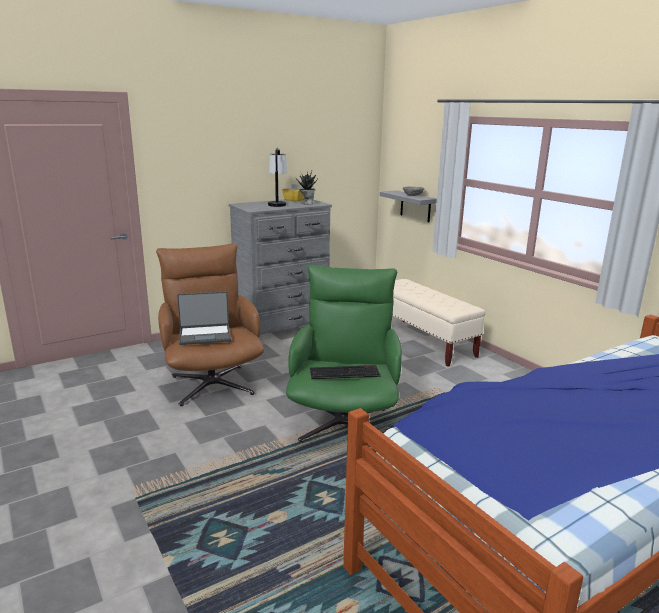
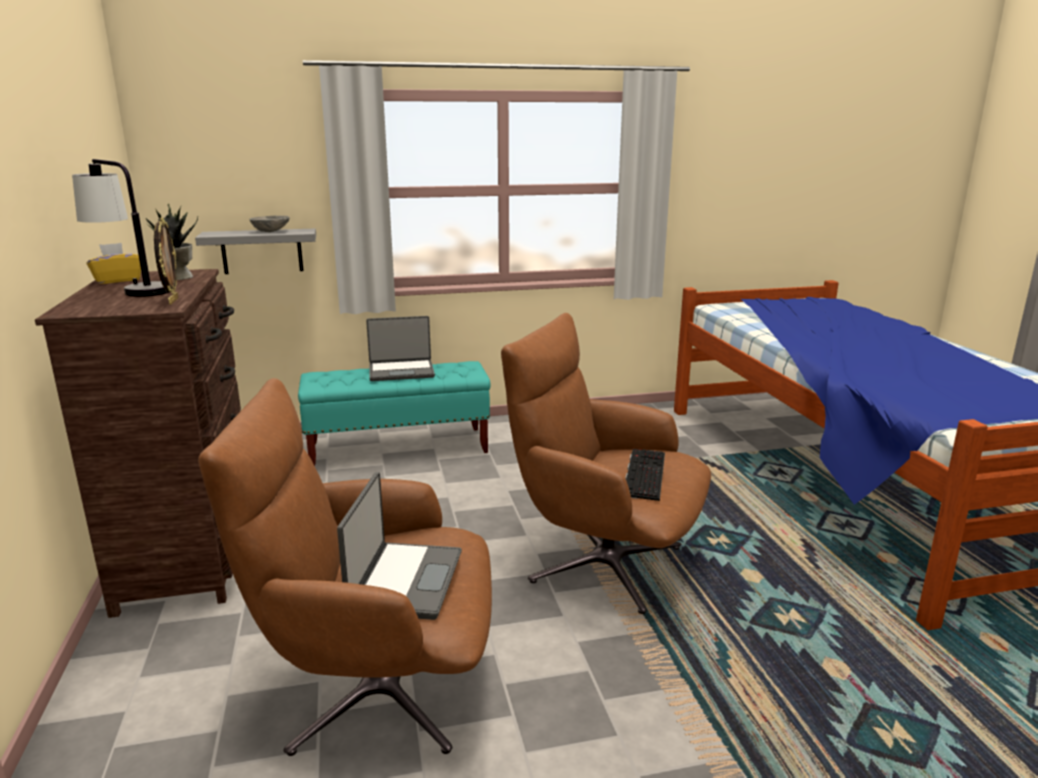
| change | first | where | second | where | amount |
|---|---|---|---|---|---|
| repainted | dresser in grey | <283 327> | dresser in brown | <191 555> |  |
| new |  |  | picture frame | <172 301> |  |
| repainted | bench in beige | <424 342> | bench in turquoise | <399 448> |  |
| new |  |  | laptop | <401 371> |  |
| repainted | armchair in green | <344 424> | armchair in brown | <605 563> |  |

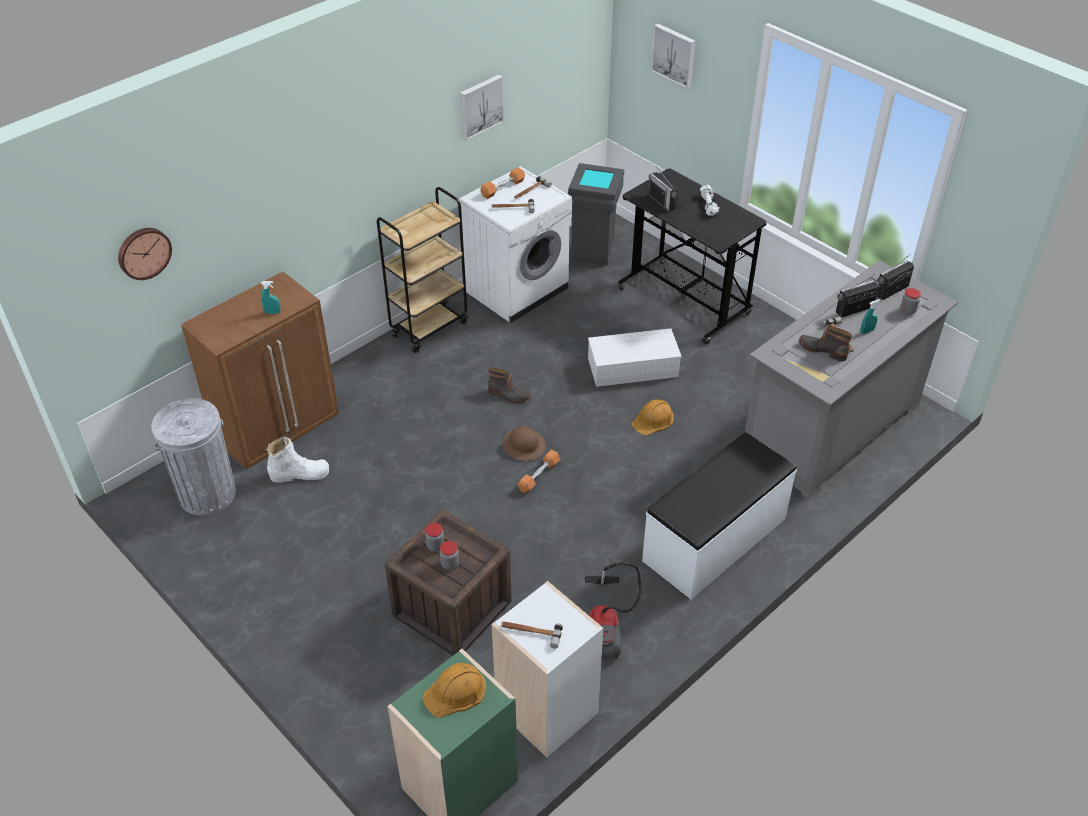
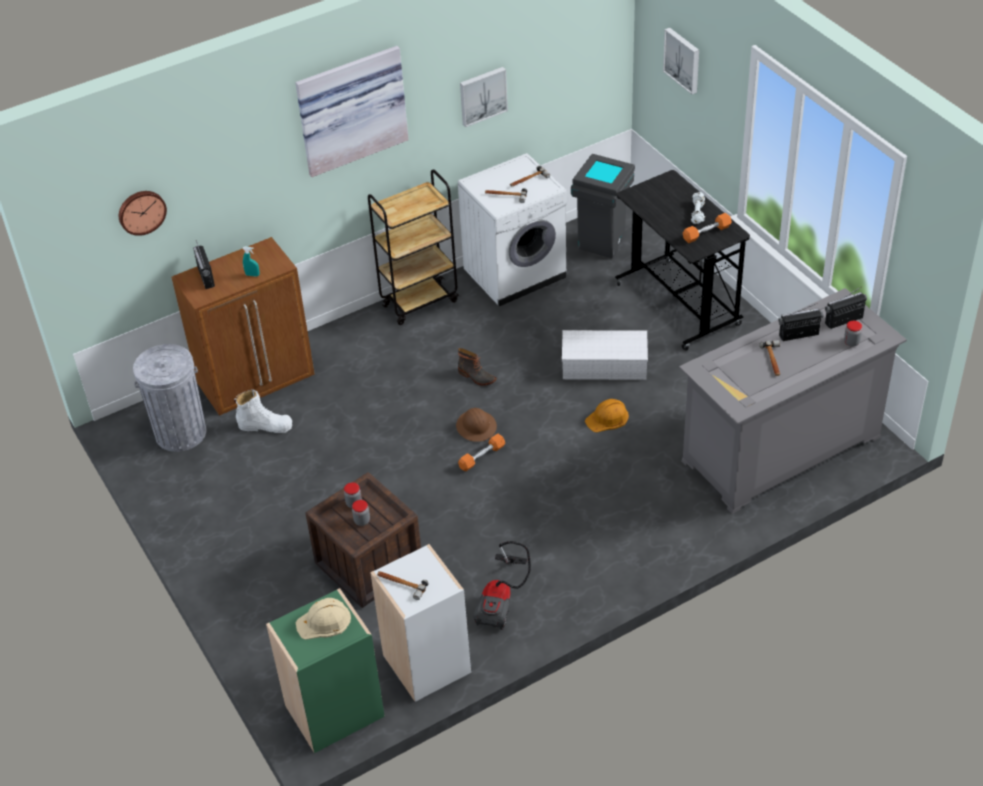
| change | first | where | second | where | amount |
|---|---|---|---|---|---|
| shifted | radio | <662 202> |  | <206 277> |  |
| new |  |  | picture | <350 108> |  |
| repainted | hard hat in orange | <456 692> | hard hat in beige | <324 621> |  |
| shifted | dumbbell in orange | <503 188> |  | <706 233> |  |
| gone | bench in white | <715 540> |  |  |  |
| gone | boot | <823 349> |  |  |  |
| gone | spray bottle in turquoise | <867 331> |  |  |  |

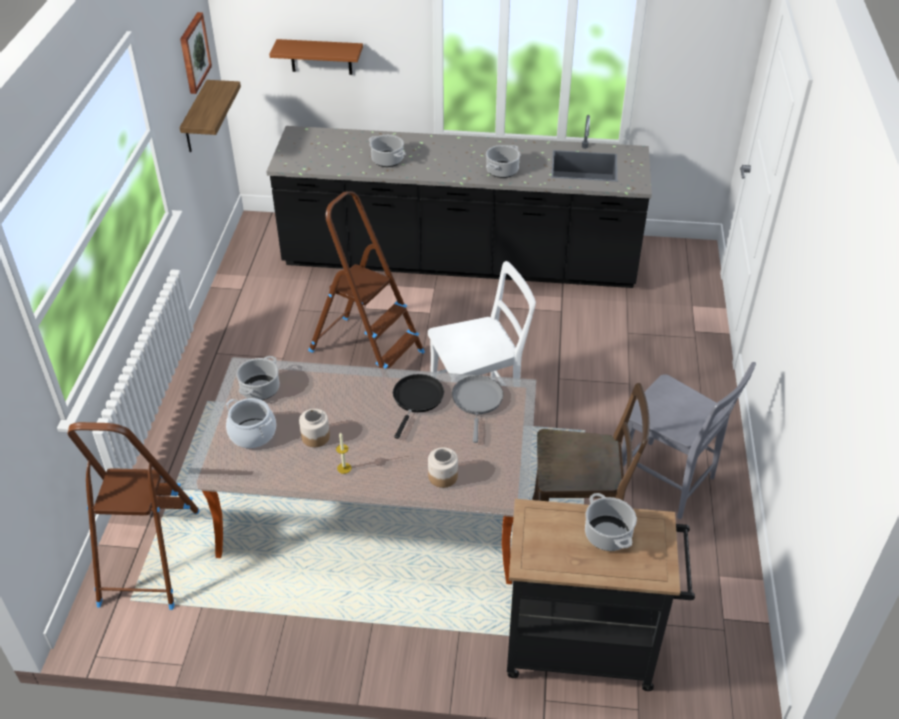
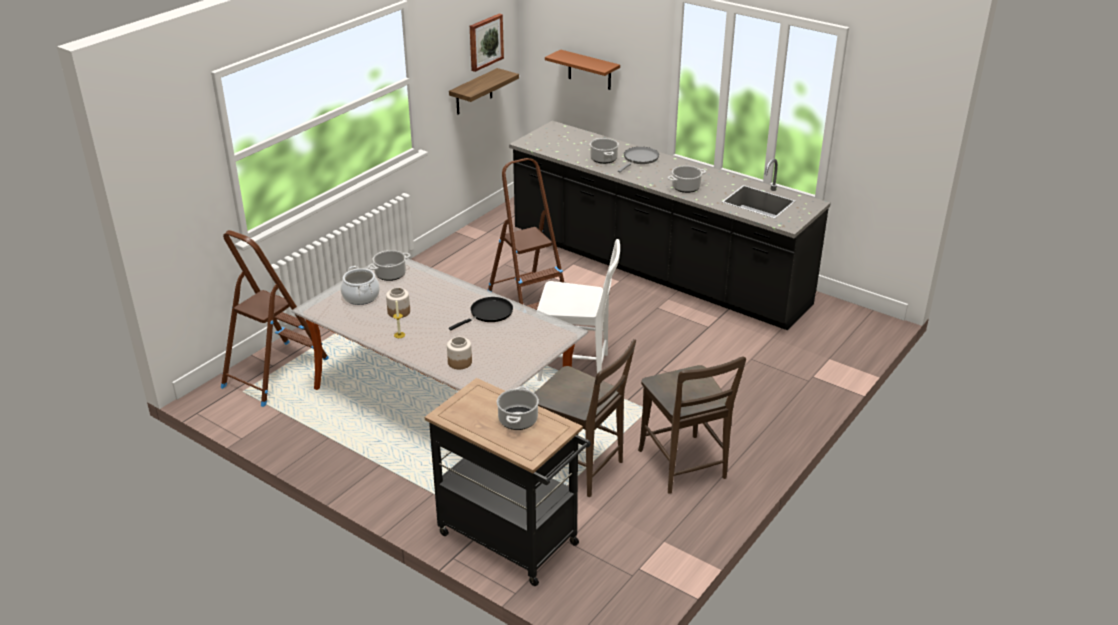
| change | first | where | second | where | amount |
|---|---|---|---|---|---|
| shifted | frying pan in grey | <477 401> |  | <639 159> |  |
| repainted | chair in grey | <669 482> | chair in brown | <684 467> |  |

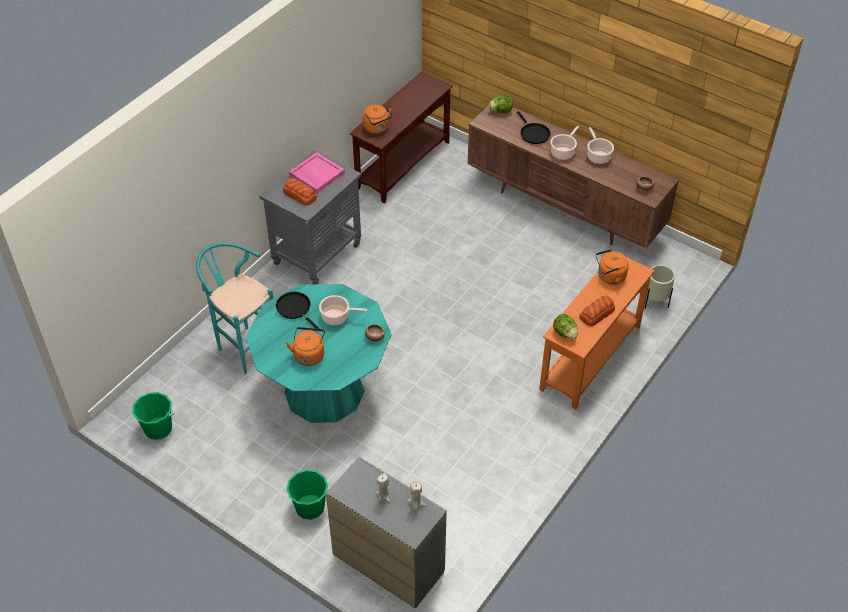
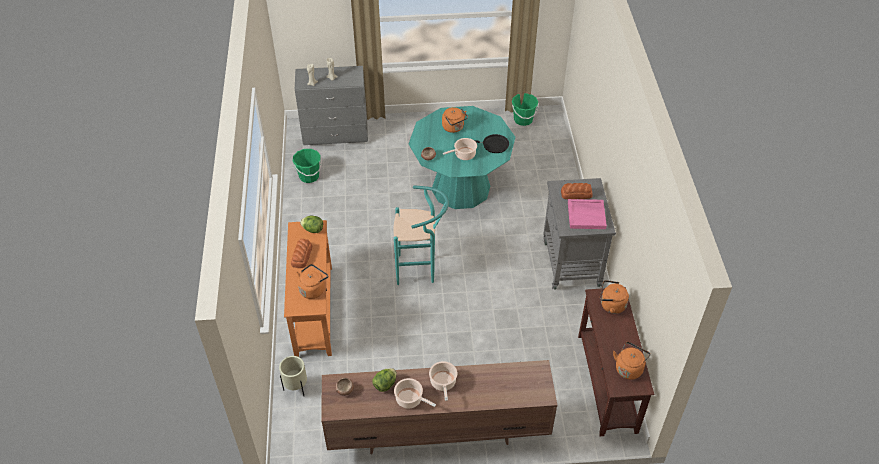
| change | first | where | second | where | amount |
|---|---|---|---|---|---|
| shifted | bucket in green | <310 507> |  | <309 176> |  |
| shifted | lettuce | <501 111> |  | <385 384> |  |
| shifted | stool in turquoise | <243 346> |  | <420 270> |  |
| new |  |  | kettle in orange | <629 368> |  |
| gone | frying pan in black | <533 133> |  |  |  |

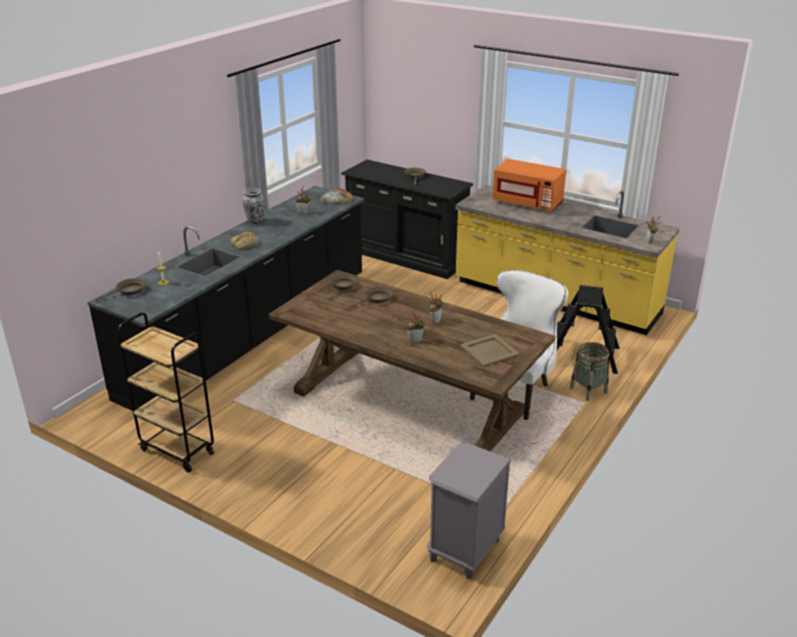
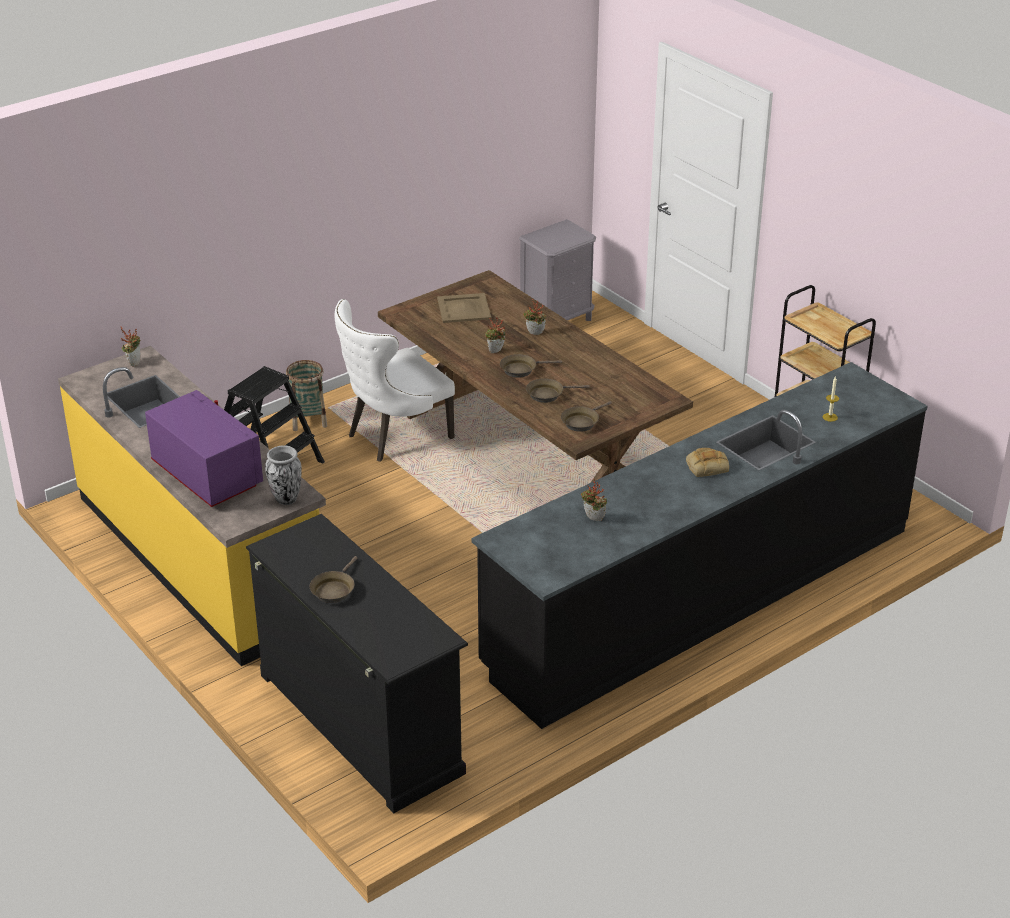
| change | first | where | second | where | amount |
|---|---|---|---|---|---|
| repainted | microwave in orange | <528 203> | microwave in purple | <206 475> |  |
| shifted | vase | <255 221> |  | <285 499> |  |
| shifted | frying pan in brown | <128 291> |  | <521 369> |  |
| gone | bread | <336 199> |  |  |  |

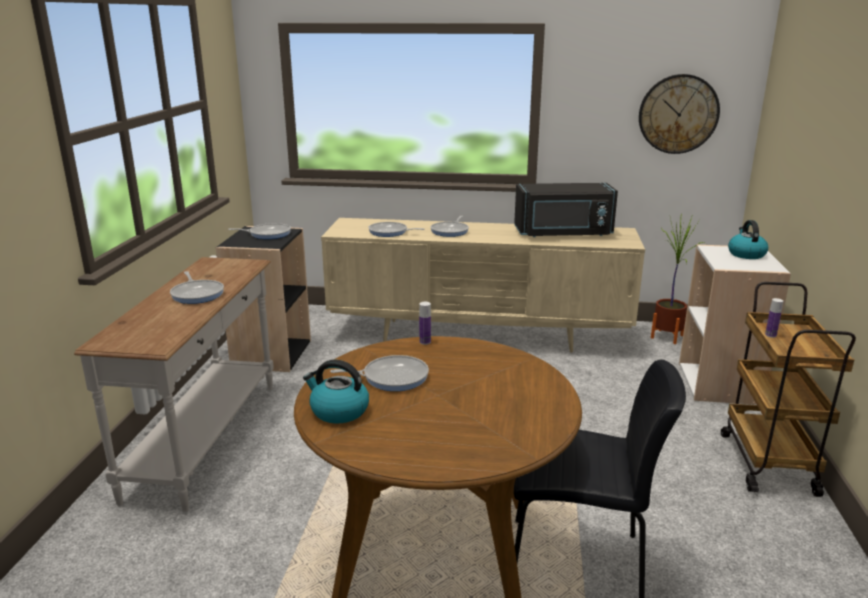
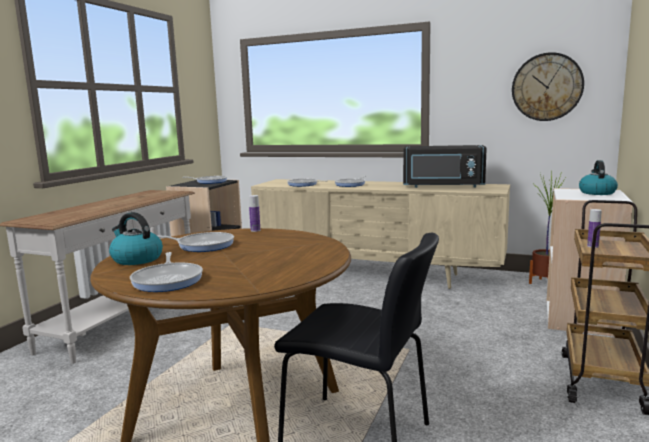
| change | first | where | second | where | amount |
|---|---|---|---|---|---|
| shifted | frying pan | <197 294> |  | <168 280> |  |

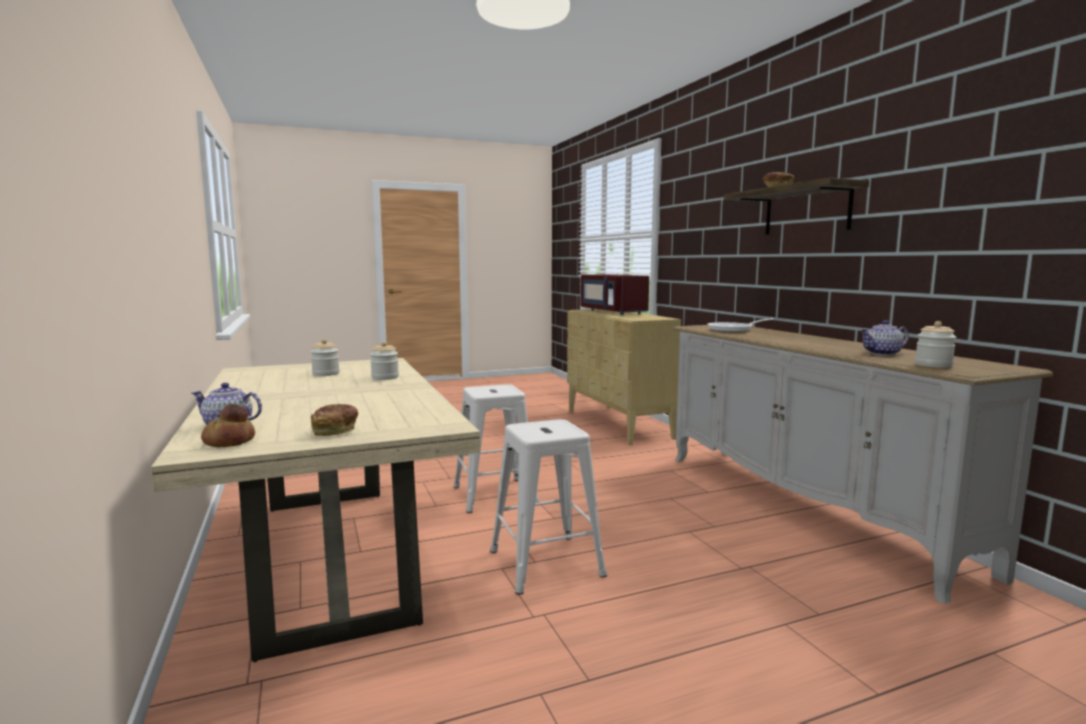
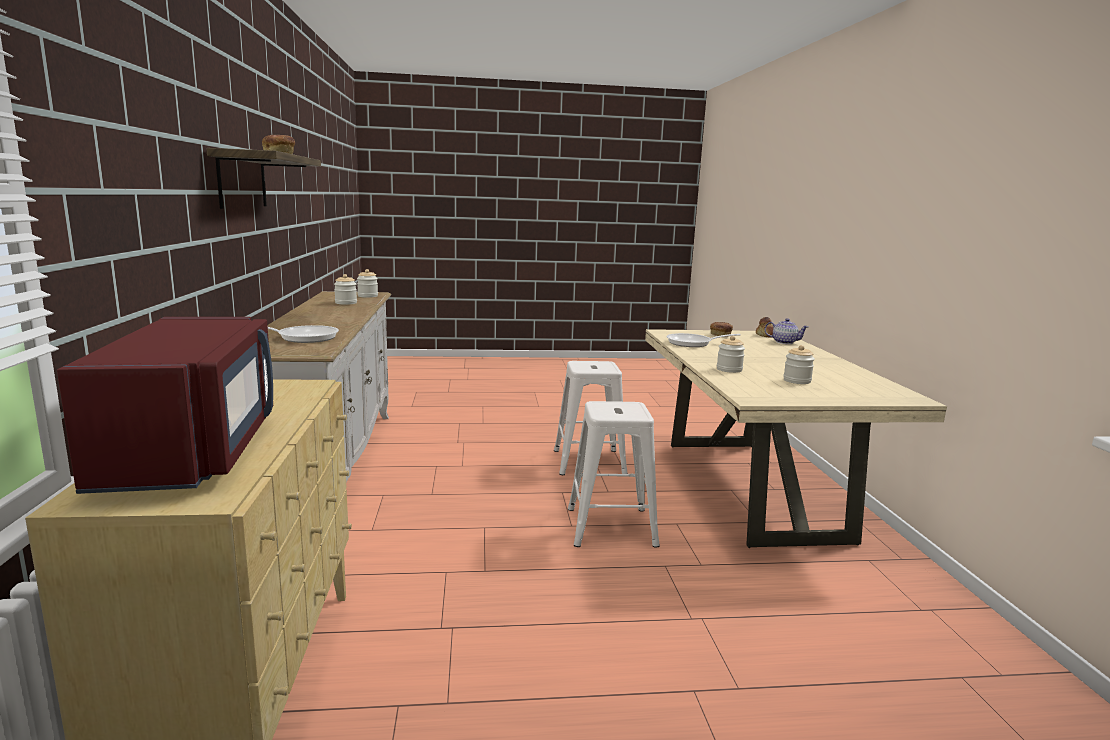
| change | first | where | second | where | amount |
|---|---|---|---|---|---|
| swapped | teapot | <883 353> | jar | <346 303> |  |
| new |  |  | frying pan | <693 343> |  |

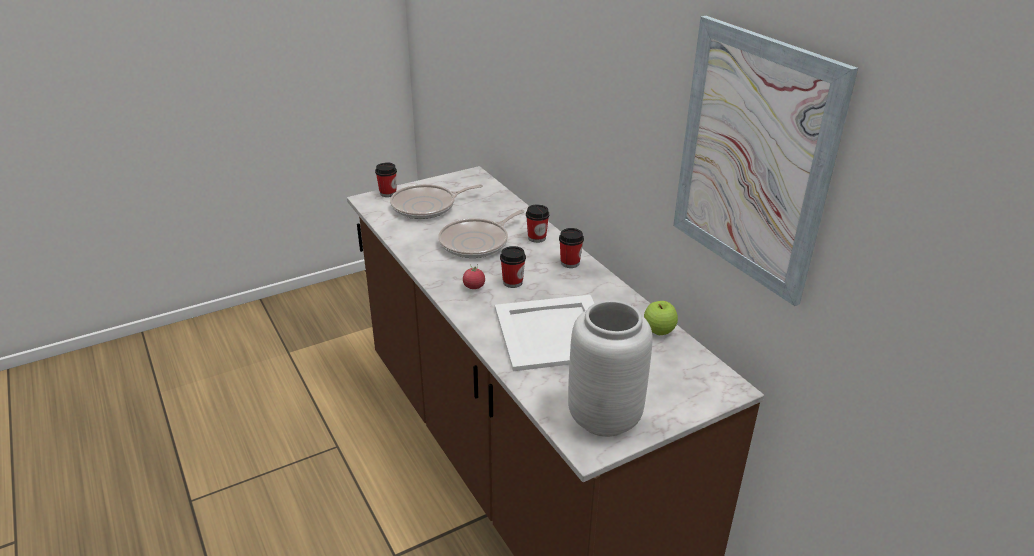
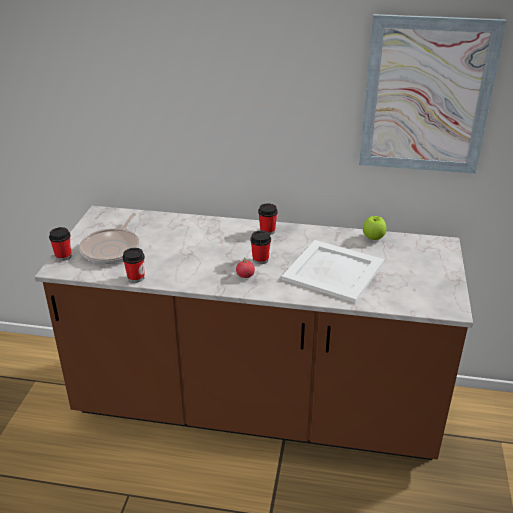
| change | first | where | second | where | amount |
|---|---|---|---|---|---|
| shifted | cup | <537 238> |  | <136 278> |  |
| gone | frying pan | <477 242> |  |  |  |
| gone | vase in grey | <605 417> |  |  |  |

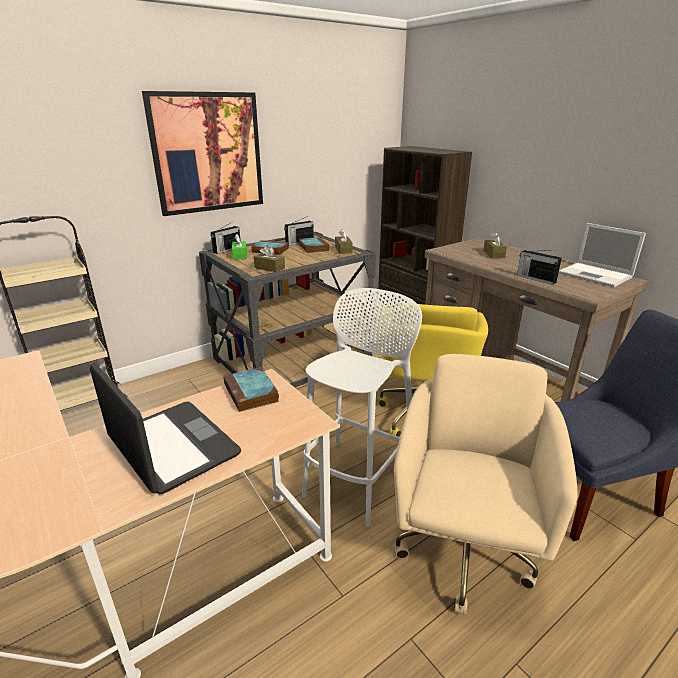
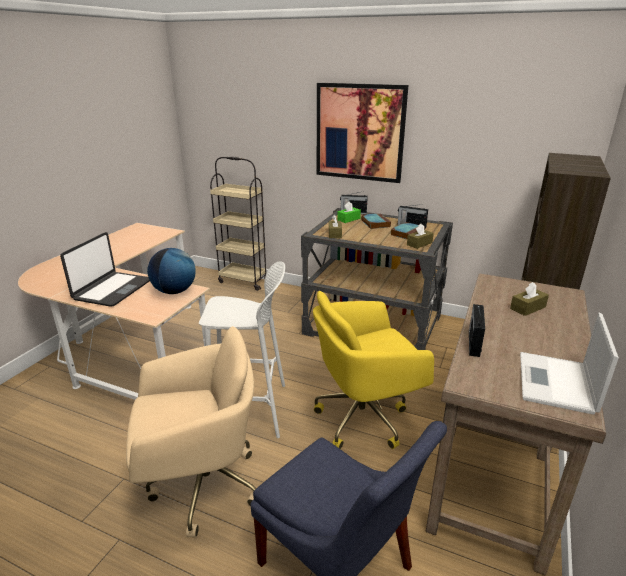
| change | first | where | second | where | amount |
|---|---|---|---|---|---|
| swapped | book | <252 393> | globe | <174 291> |  |

